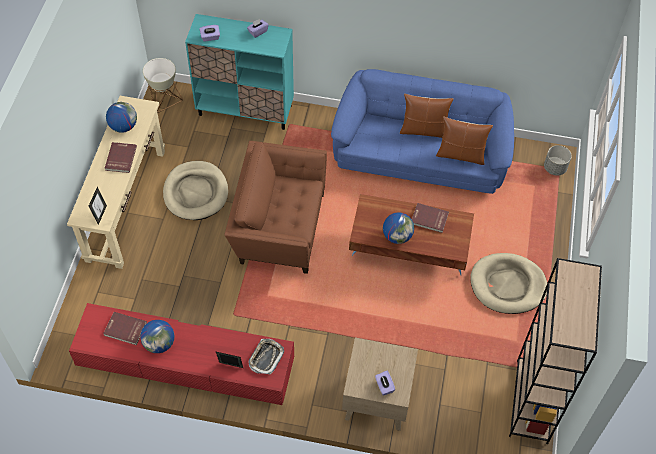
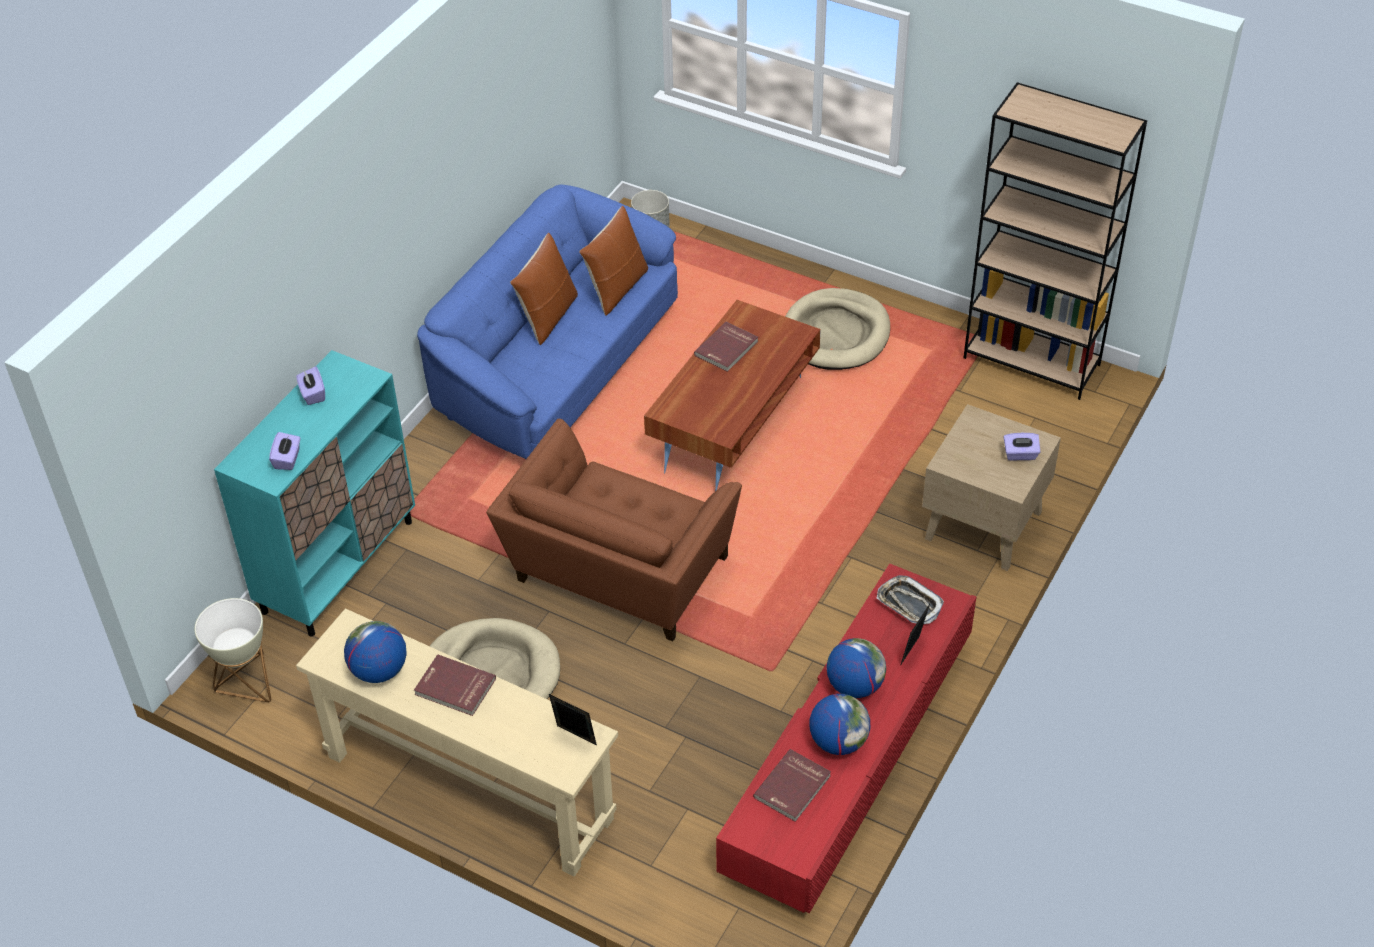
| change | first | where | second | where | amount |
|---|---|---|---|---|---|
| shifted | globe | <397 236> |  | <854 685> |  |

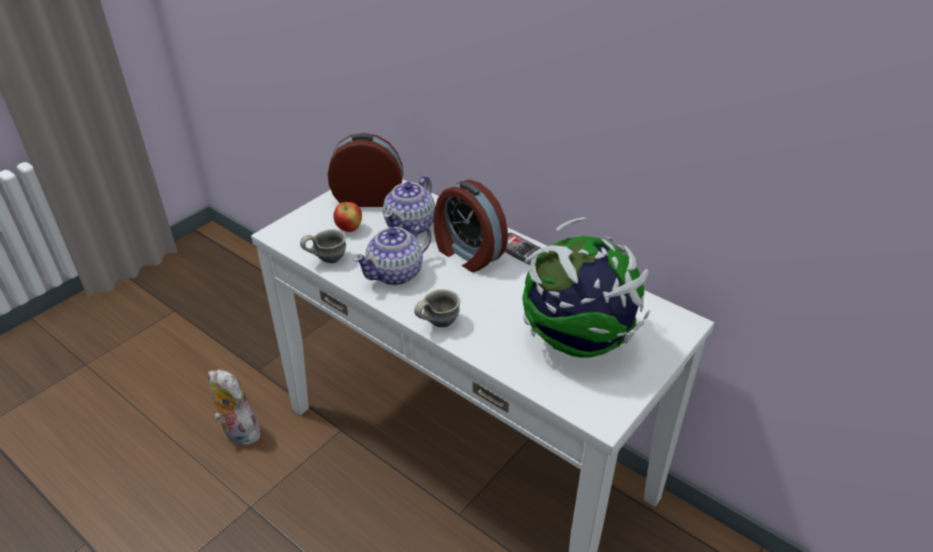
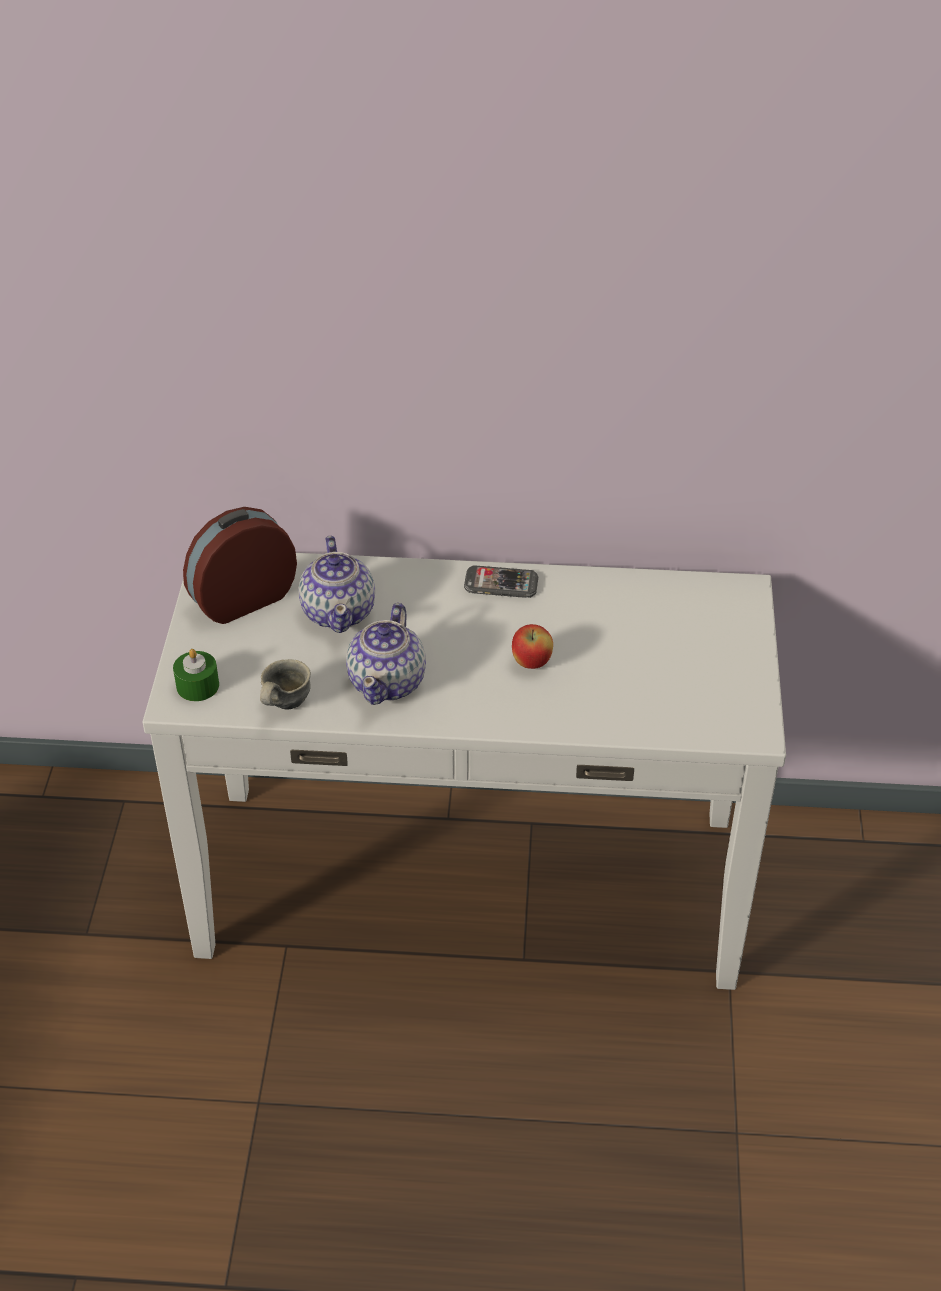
| change | first | where | second | where | amount |
|---|---|---|---|---|---|
| new |  |  | candle in green | <197 686> |  |
| shifted | apple | <349 229> |  | <531 662> |  |
| gone | plush toy | <238 432> |  |  |  |
| gone | mug in grey | <437 322> |  |  |  |
| gone | alarm clock | <467 253> |  |  |  |
| gone | globe | <577 341> |  |  |  |

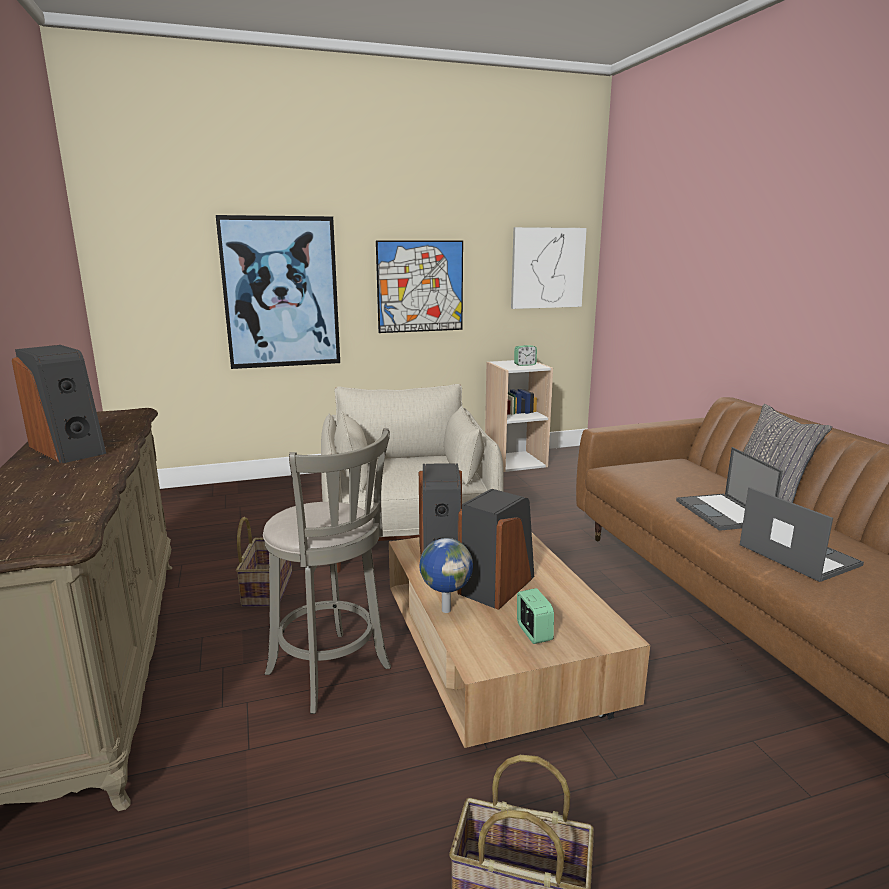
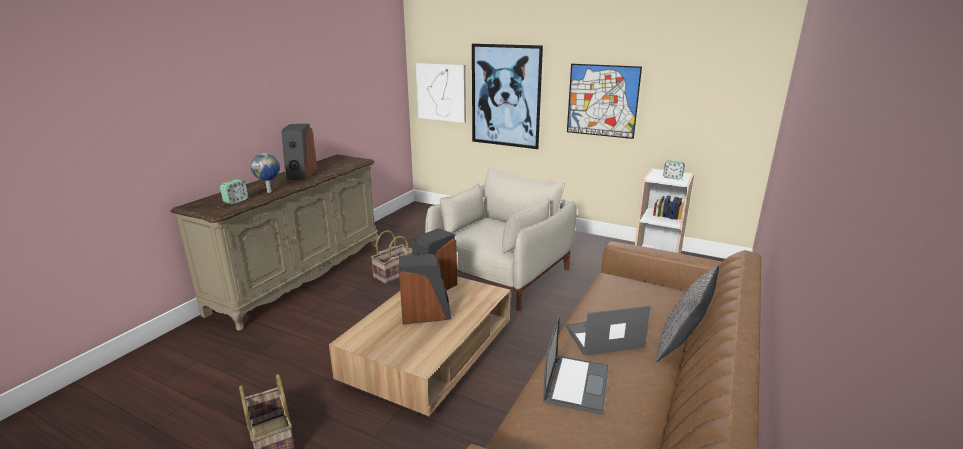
| change | first | where | second | where | amount |
|---|---|---|---|---|---|
| shifted | alarm clock | <534 633> |  | <236 201> |  |
| shifted | globe | <445 610> |  | <270 191> |  |
| shifted | picture | <547 268> |  | <441 92> |  |
| rotated | laptop | <724 513> |  | <603 337> | 45 degrees clockwise |
| gone | stool in grey | <332 673> |  |  |  |

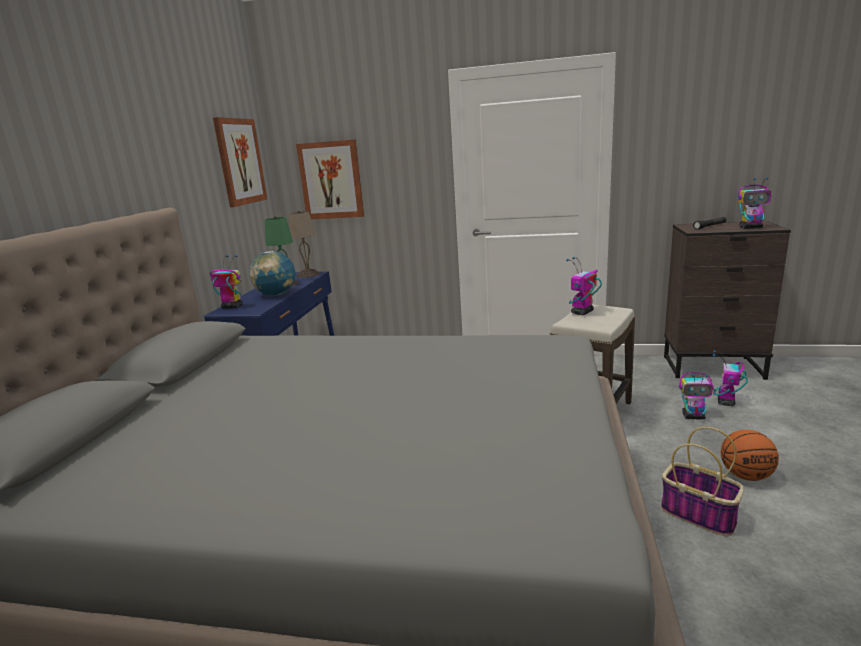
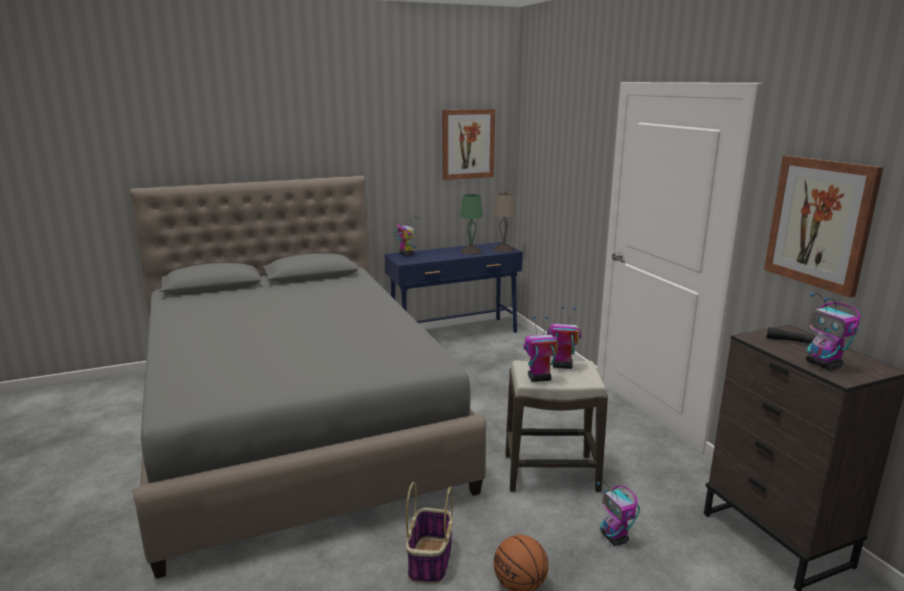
| change | first | where | second | where | amount |
|---|---|---|---|---|---|
| shifted | toy robot | <726 402> |  | <538 378> |  |
| shifted | picture | <331 180> |  | <820 223> |  |
| gone | globe | <276 294> |  |  |  |

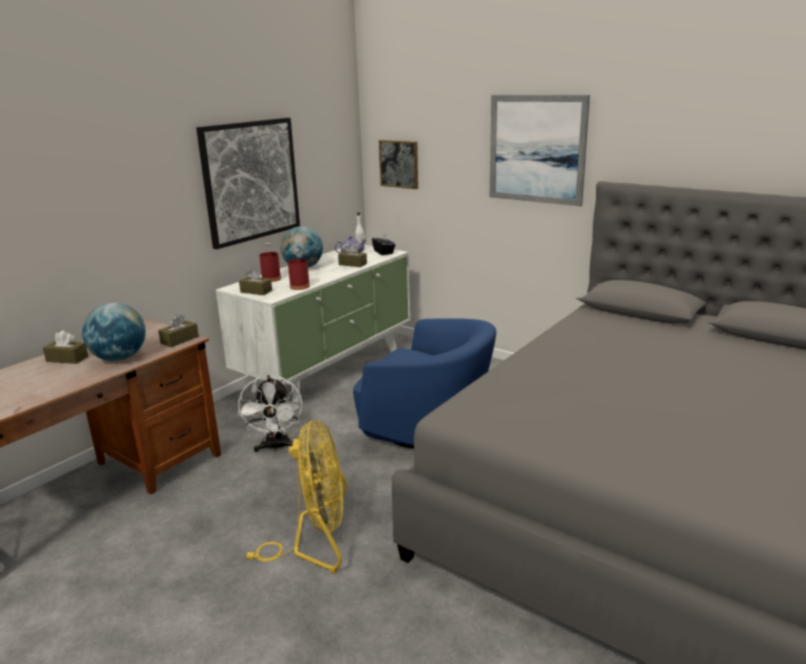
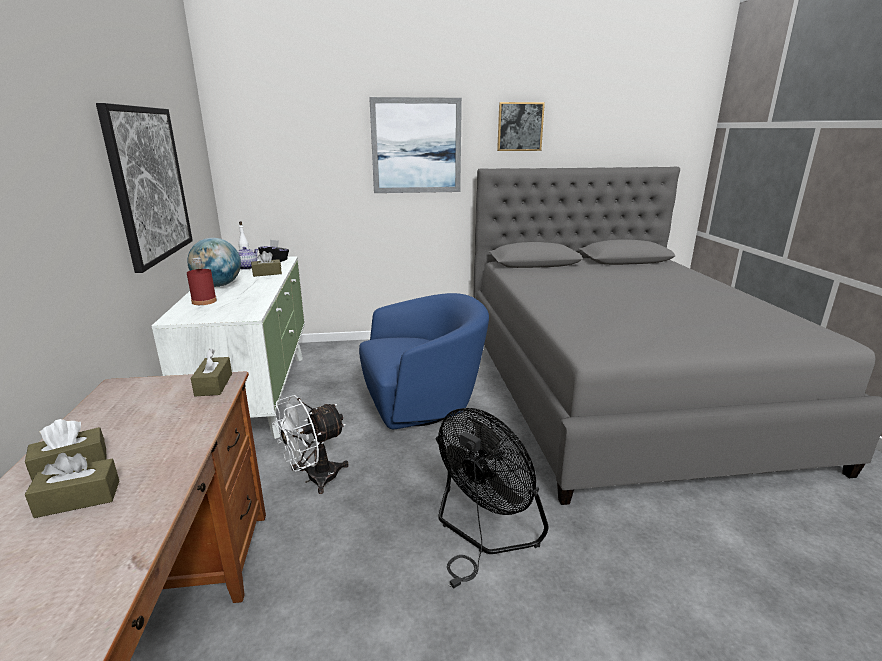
| change | first | where | second | where | amount |
|---|---|---|---|---|---|
| shifted | tissue box in brown | <256 291> |  | <78 498> |  |
| rotated | fan in white | <276 447> |  | <314 479> | 105 degrees clockwise |
| repainted | fan in yellow | <314 537> | fan in black | <477 530> |  |
| shifted | picture | <399 164> |  | <520 126> |  |
| gone | globe | <119 358> |  |  |  |
| gone | bottle in red | <299 286> |  |  |  |

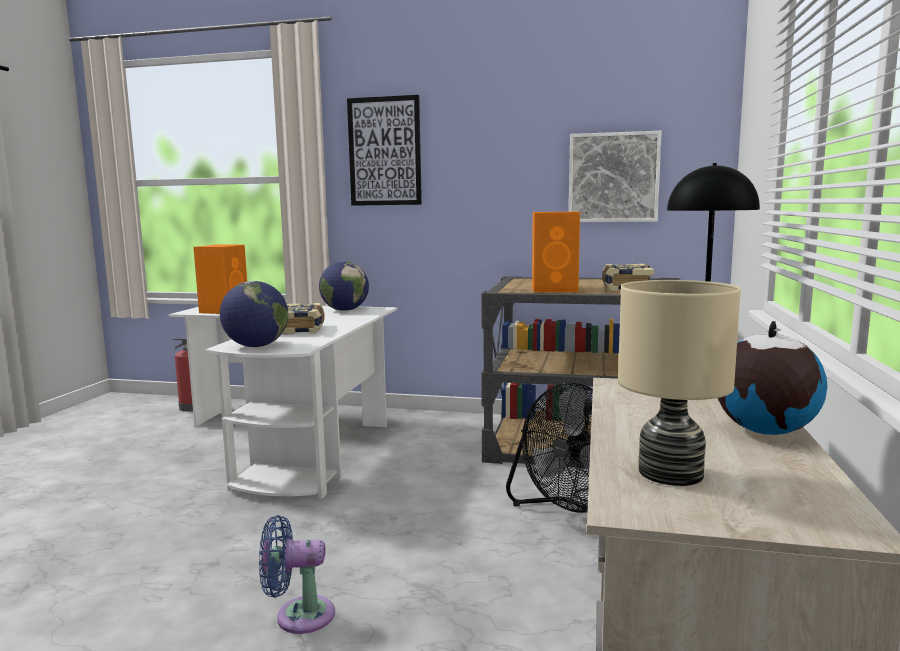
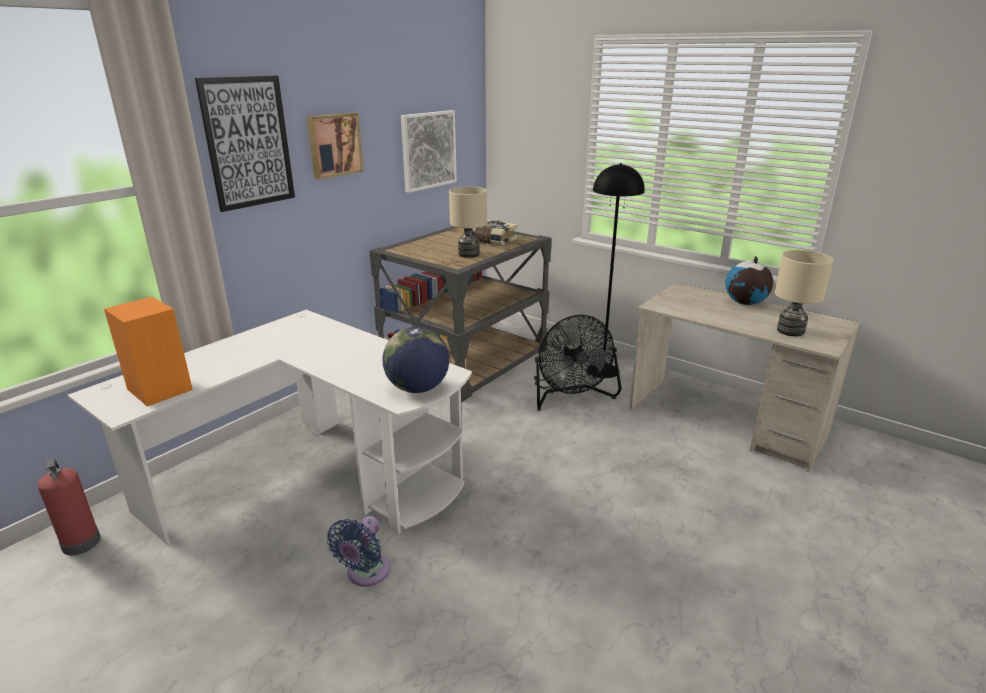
| change | first | where | second | where | amount |
|---|---|---|---|---|---|
| new |  |  | picture | <334 145> |  |
| shifted | fan in blue | <299 615> |  | <366 574> |  |
| swapped | speaker in orange | <555 289> | table lamp in beige | <468 254> |  |
| gone | book | <301 329> |  |  |  |
| gone | globe | <345 310> |  |  |  |

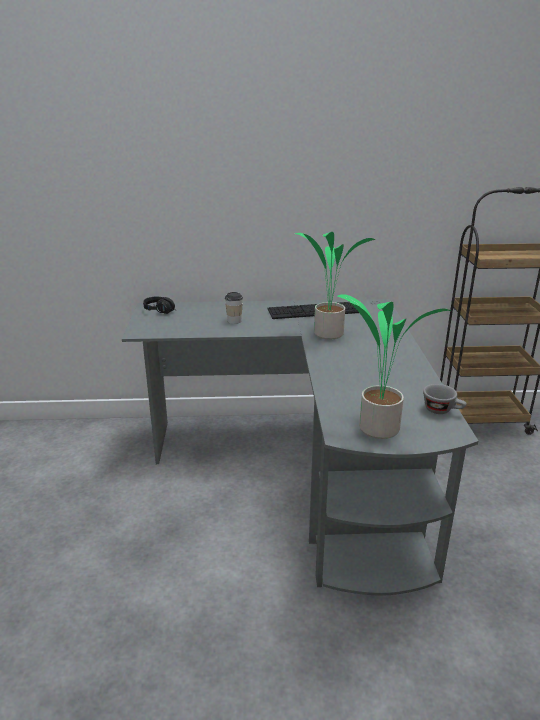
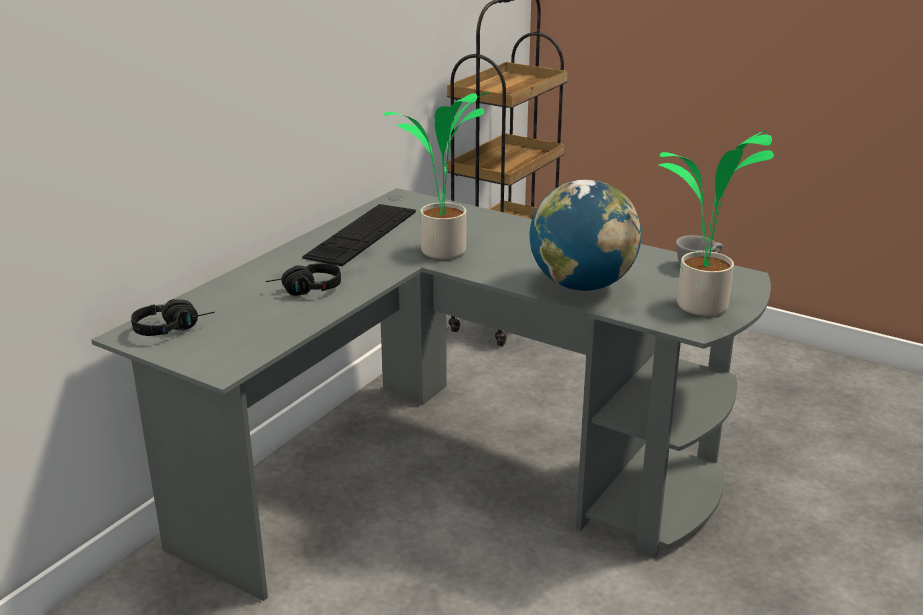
| change | first | where | second | where | amount |
|---|---|---|---|---|---|
| swapped | cup | <234 321> | headphones in black | <305 290> |  |
| new |  |  | globe | <582 285> |  |

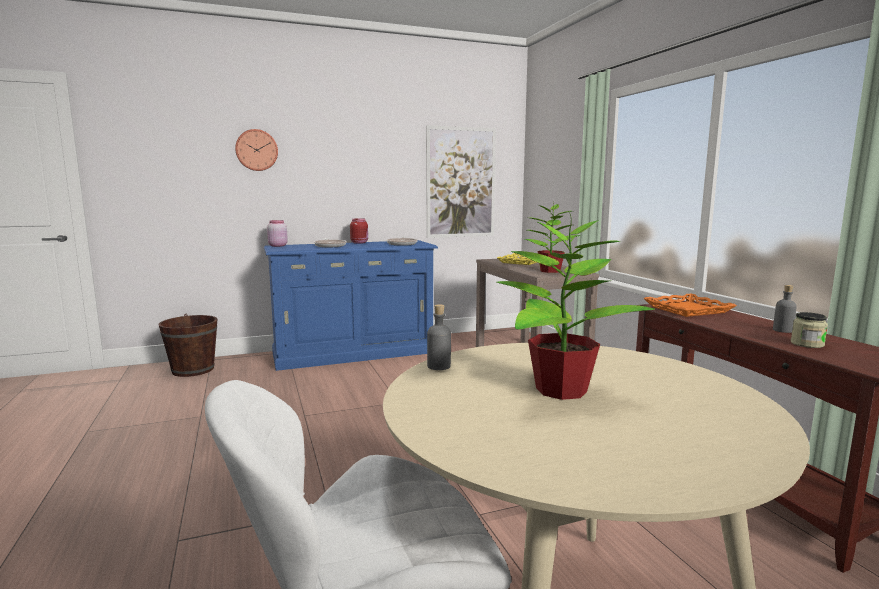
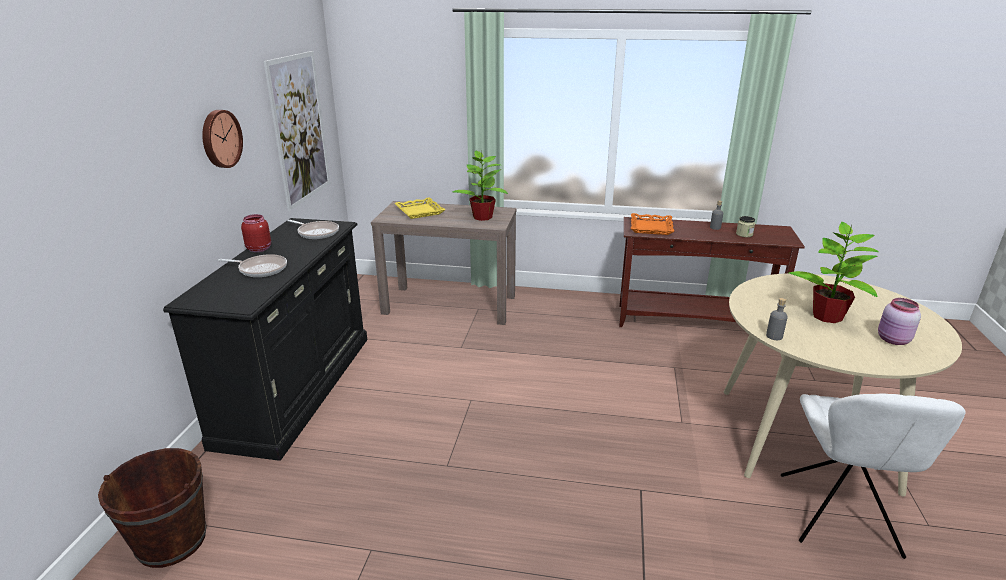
| change | first | where | second | where | amount |
|---|---|---|---|---|---|
| repainted | cabinet in blue | <354 353> | cabinet in black | <297 387> |  |
| shifted | wall clock | <256 150> |  | <220 139> |  |
| shifted | jar in pink | <277 246> |  | <893 340> |  |

